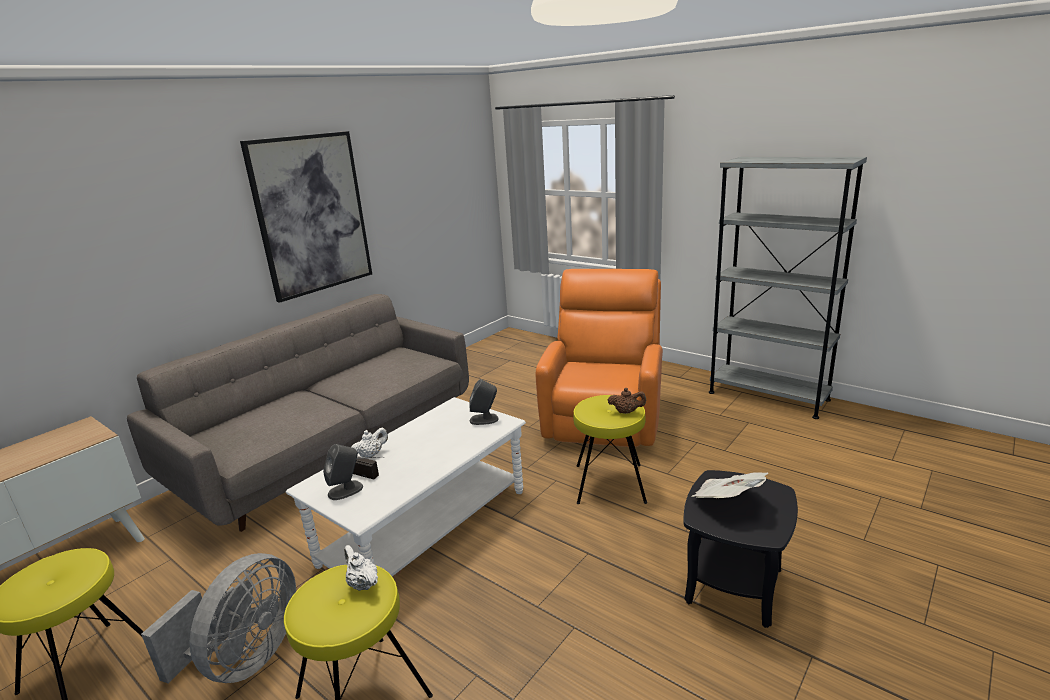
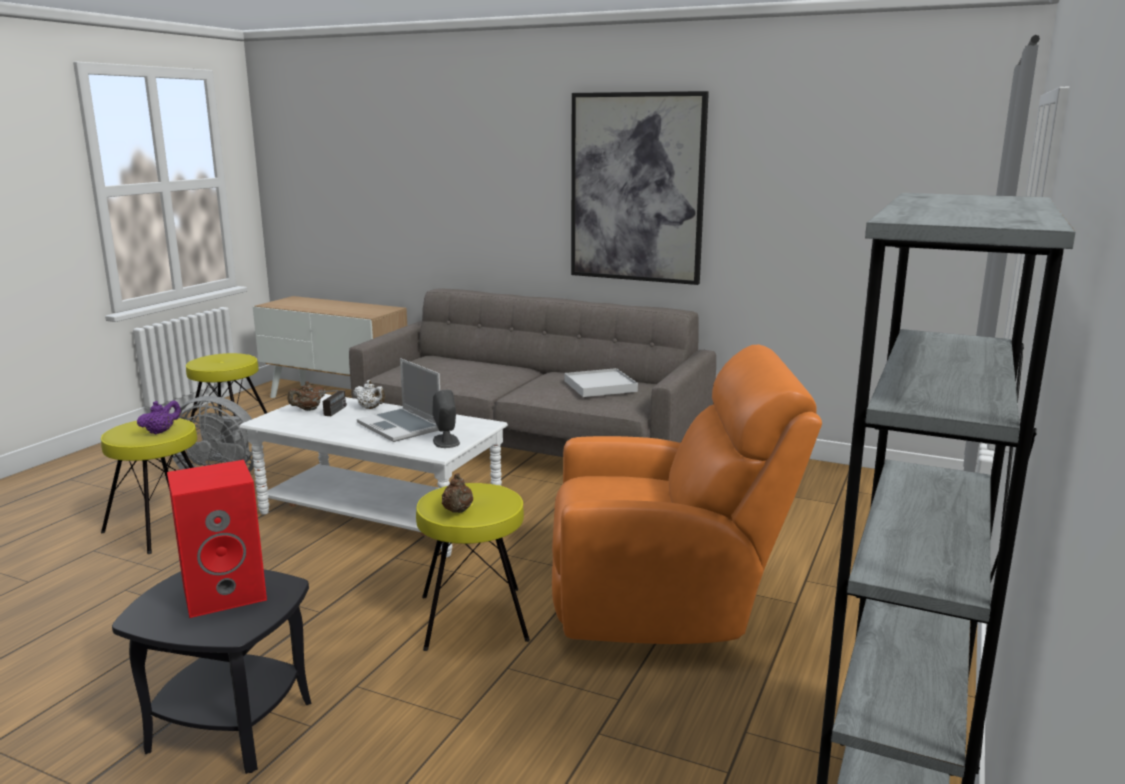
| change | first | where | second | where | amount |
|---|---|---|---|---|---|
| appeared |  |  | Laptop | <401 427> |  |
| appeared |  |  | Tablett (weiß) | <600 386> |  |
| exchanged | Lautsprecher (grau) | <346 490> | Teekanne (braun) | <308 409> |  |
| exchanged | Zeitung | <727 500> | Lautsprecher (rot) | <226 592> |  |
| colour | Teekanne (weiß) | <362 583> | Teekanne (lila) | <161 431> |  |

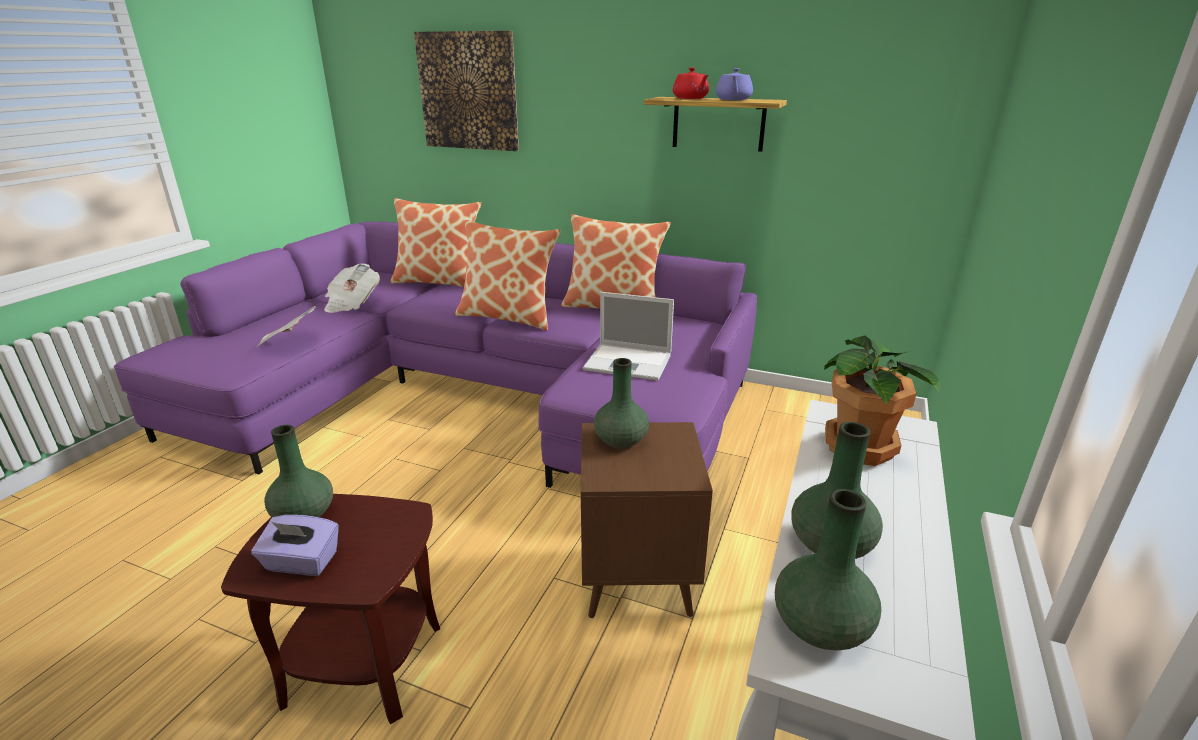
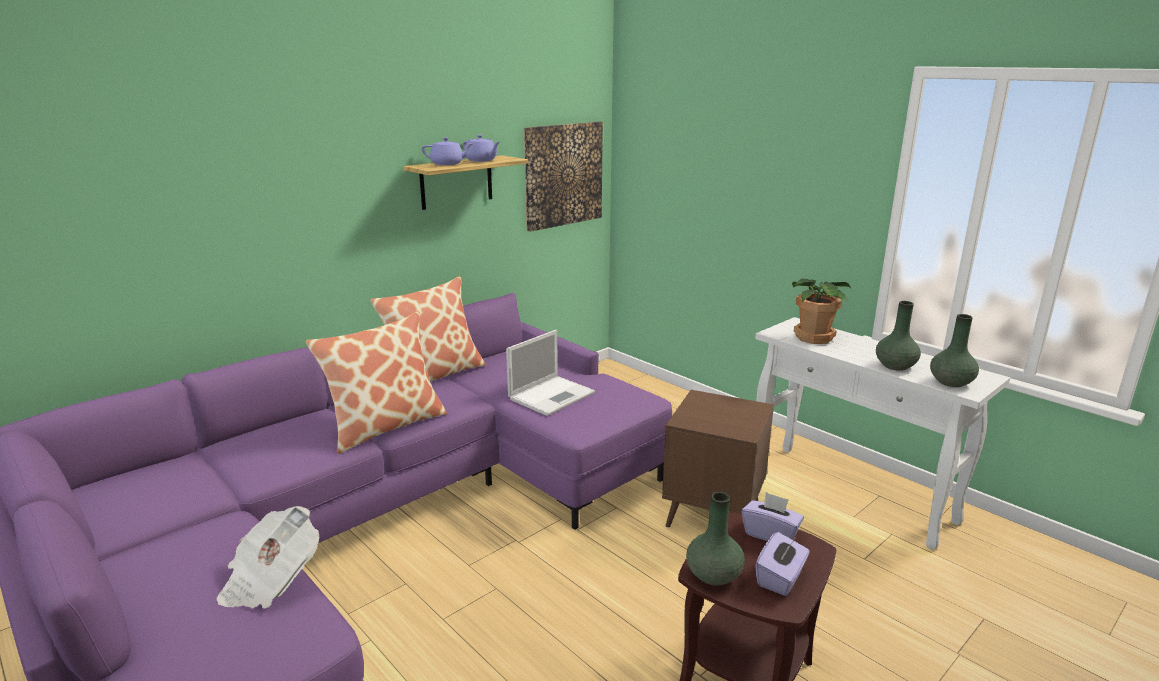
| change | first | where | second | where | amount |
|---|---|---|---|---|---|
| missing | Zeitung | <352 303> |  |  |  |
| missing | Kissen | <439 282> |  |  |  |
| missing | Vase (grün) | <621 441> |  |  |  |
| appeared |  |  | Taschentuchbox (lila) | <770 534> |  |
| relocated | Bild | <469 91> |  | <563 175> |  |
| colour | Teekanne (rot) | <690 98> | Teekanne (lila) | <448 164> |  |

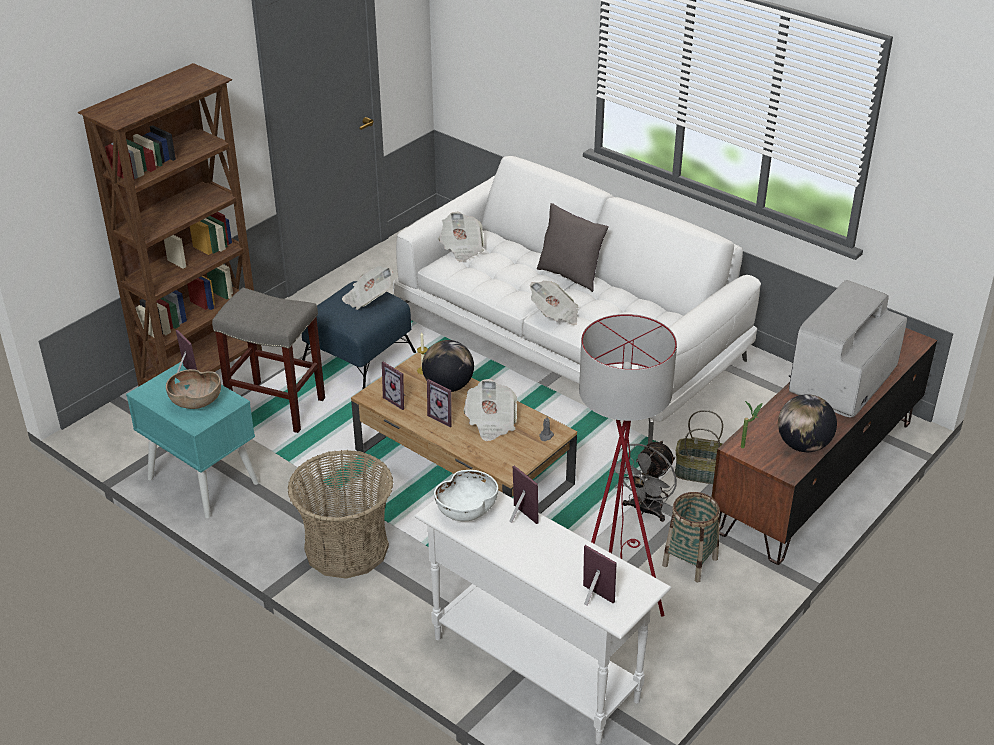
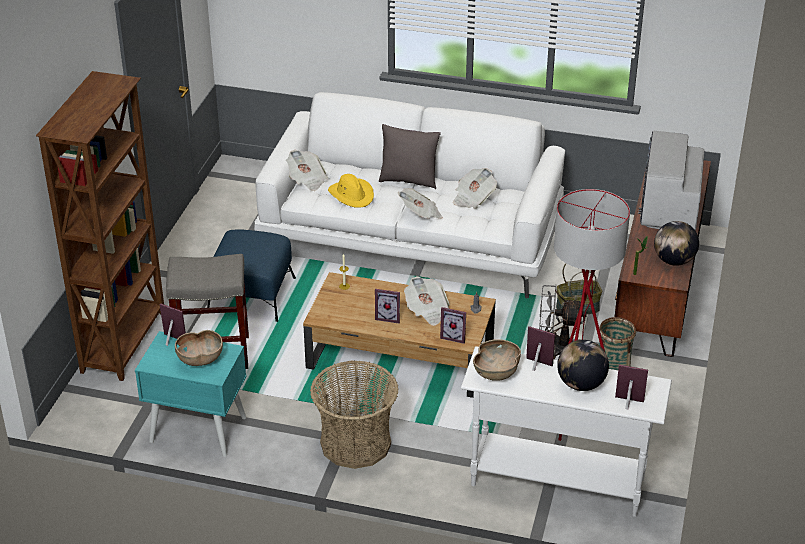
| change | first | where | second | where | amount |
|---|---|---|---|---|---|
| appeared |  |  | Hut (gelb) | <351 195> |  |
| relocated | Zeitung | <368 299> |  | <473 198> |  |
| relocated | Bilderrahmen | <399 400> |  | <454 336> |  |
| relocated | Globus | <448 386> |  | <581 384> |  |
| colour | Schüssel (weiß) | <467 510> | Schüssel (braun) | <496 372> |  |
| spun | Ventilator (grau) | <644 510> |  | <556 347> | 90 degrees clockwise |

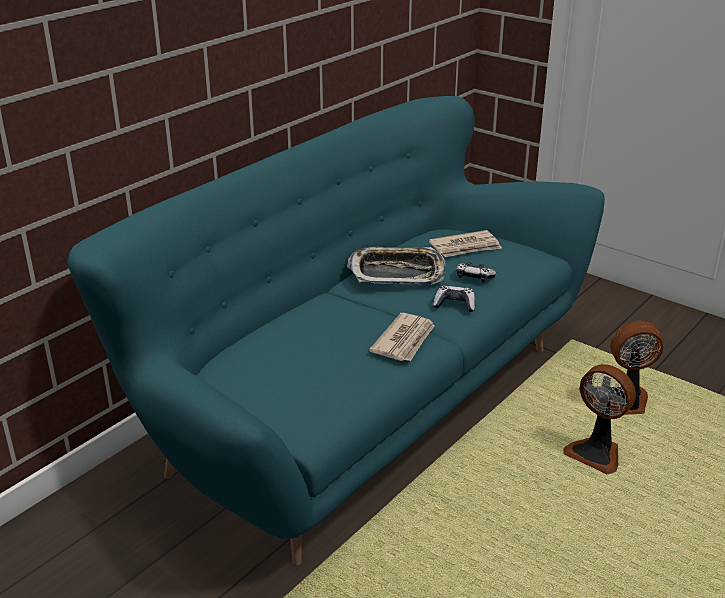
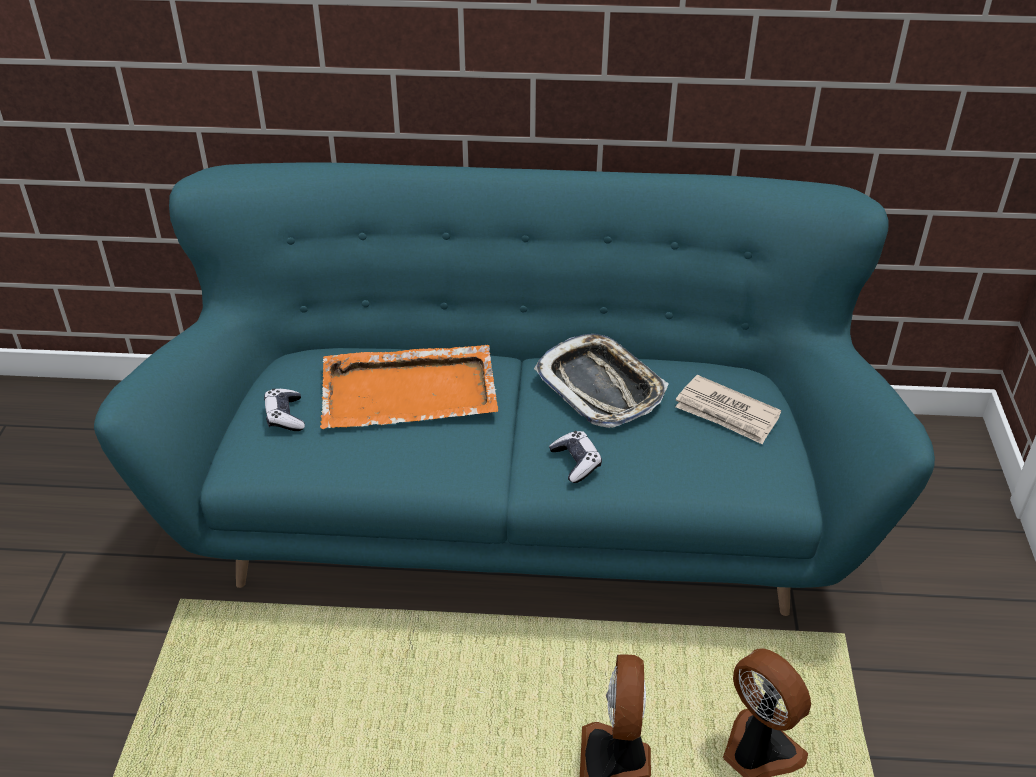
| change | first | where | second | where | amount |
|---|---|---|---|---|---|
| missing | Zeitung | <405 340> |  |  |  |
| appeared |  |  | Tablett (orange) | <410 391> |  |
| relocated | Gamepad | <474 278> |  | <285 416> |  |

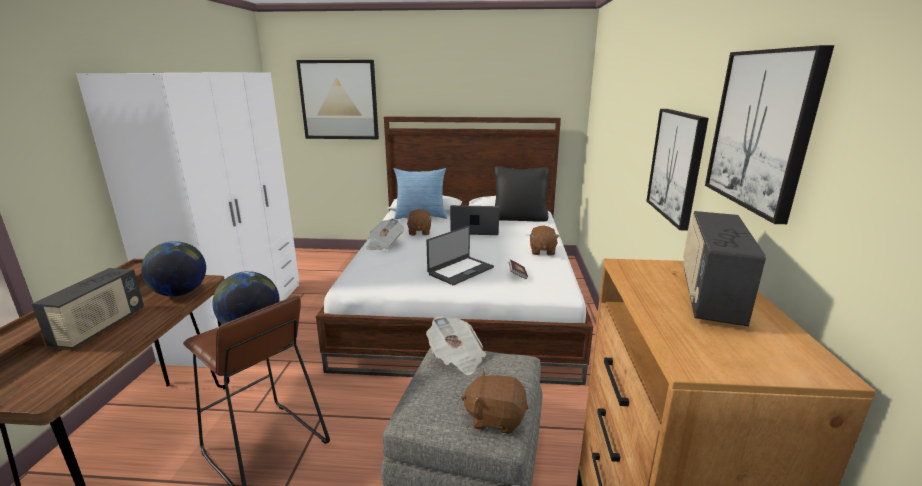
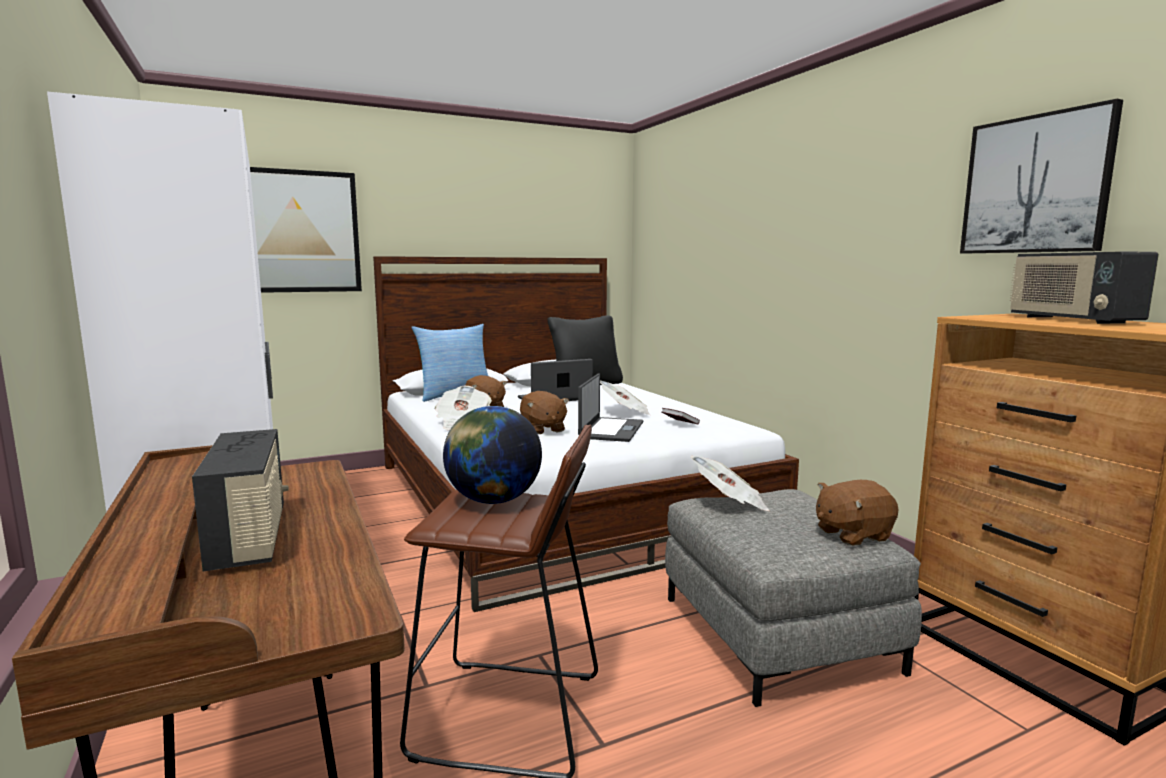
| change | first | where | second | where | amount |
|---|---|---|---|---|---|
| missing | Globus | <180 293> |  |  |  |
| missing | Bild | <676 165> |  |  |  |
| appeared |  |  | Zeitung | <625 412> |  |
| relocated | Plüschtier (braun) | <542 251> |  | <542 429> |  |

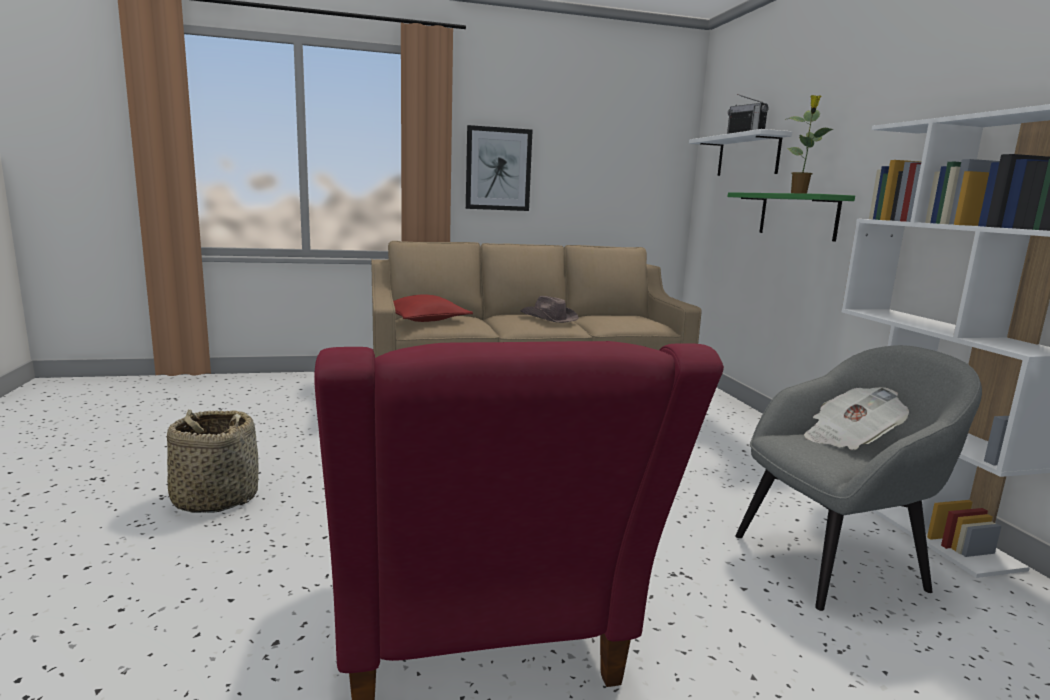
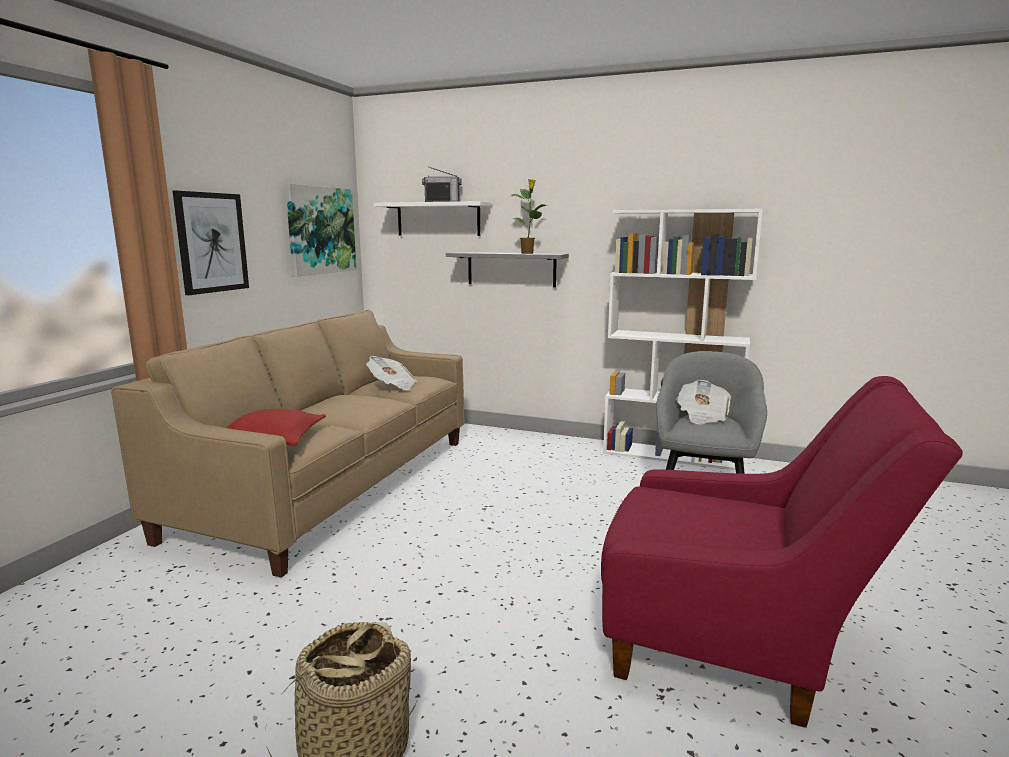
| change | first | where | second | where | amount |
|---|---|---|---|---|---|
| missing | Hut (braun) | <549 318> |  |  |  |
| appeared |  |  | Bild | <321 230> |  |
| appeared |  |  | Zeitung | <392 386> |  |
| colour | Wandregal (grün) | <797 215> | Wandregal (grau) | <511 269> |  |

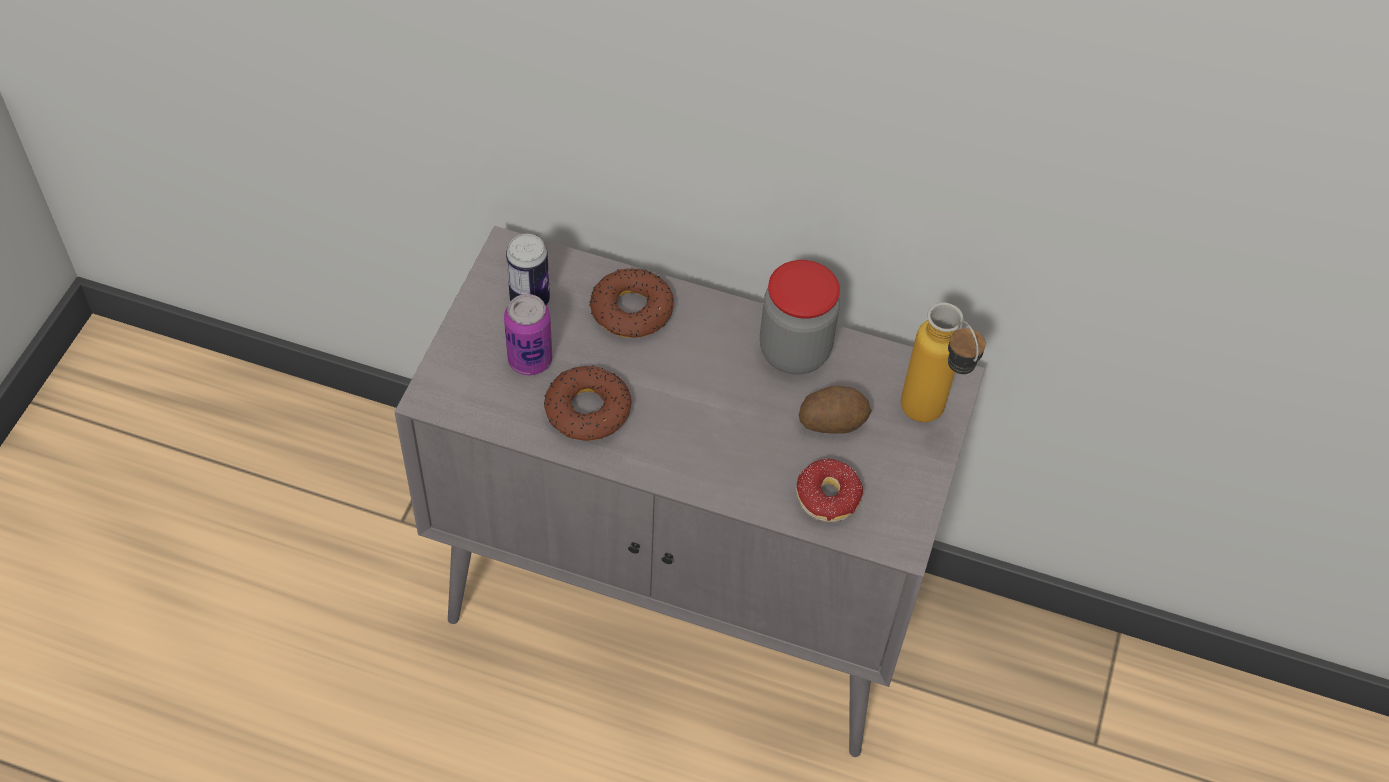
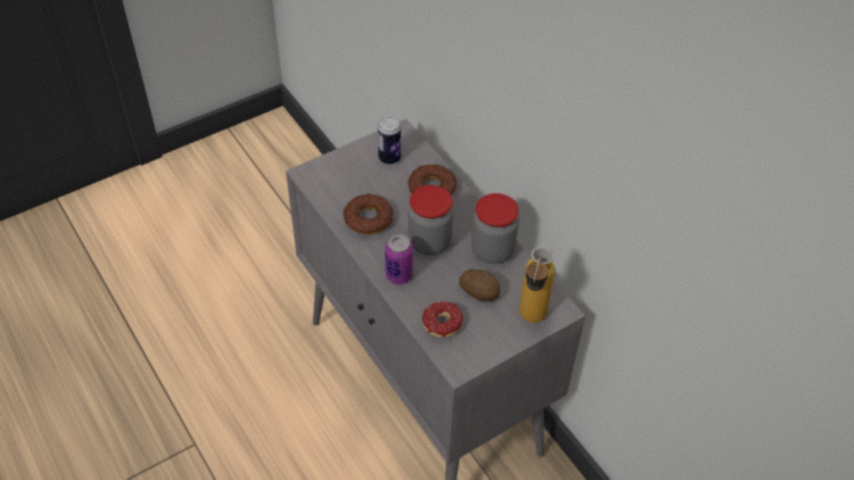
| change | first | where | second | where | amount |
|---|---|---|---|---|---|
| appeared |  |  | Vorratsglas | <429 242> |  |
| relocated | Dose | <530 360> |  | <399 275> |  |

